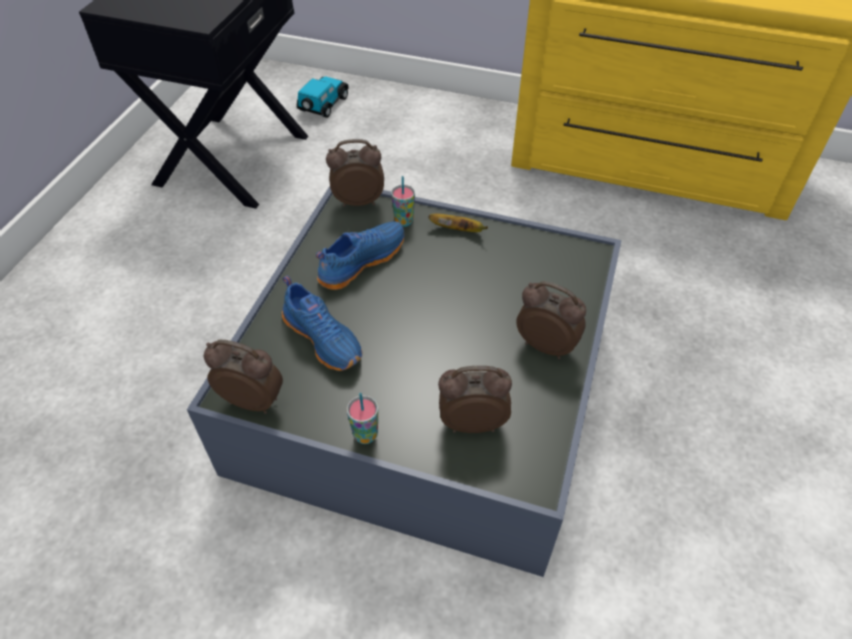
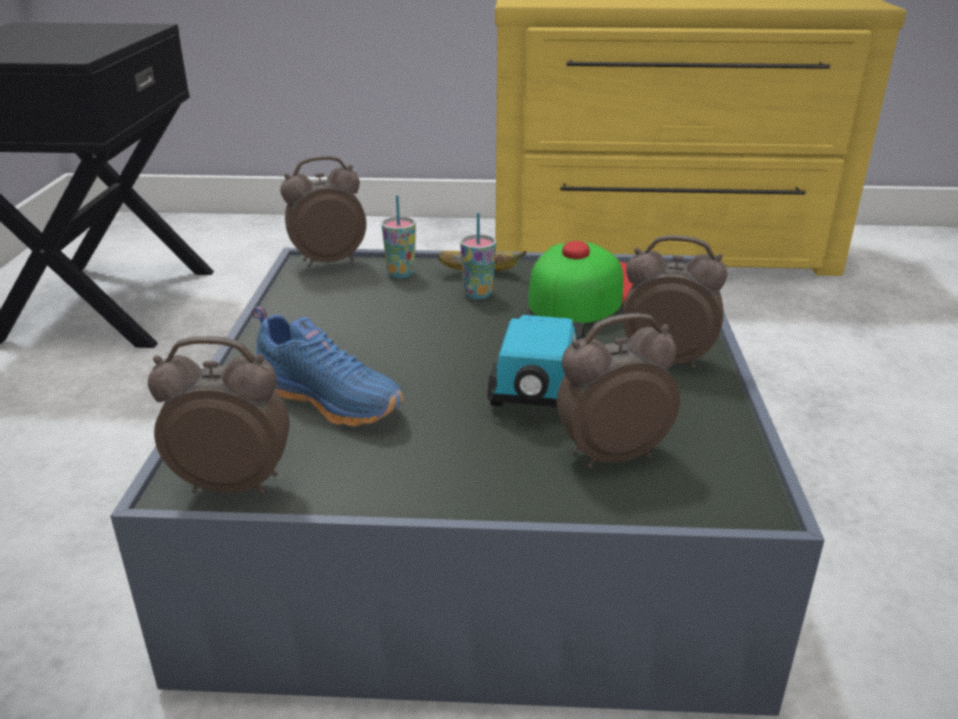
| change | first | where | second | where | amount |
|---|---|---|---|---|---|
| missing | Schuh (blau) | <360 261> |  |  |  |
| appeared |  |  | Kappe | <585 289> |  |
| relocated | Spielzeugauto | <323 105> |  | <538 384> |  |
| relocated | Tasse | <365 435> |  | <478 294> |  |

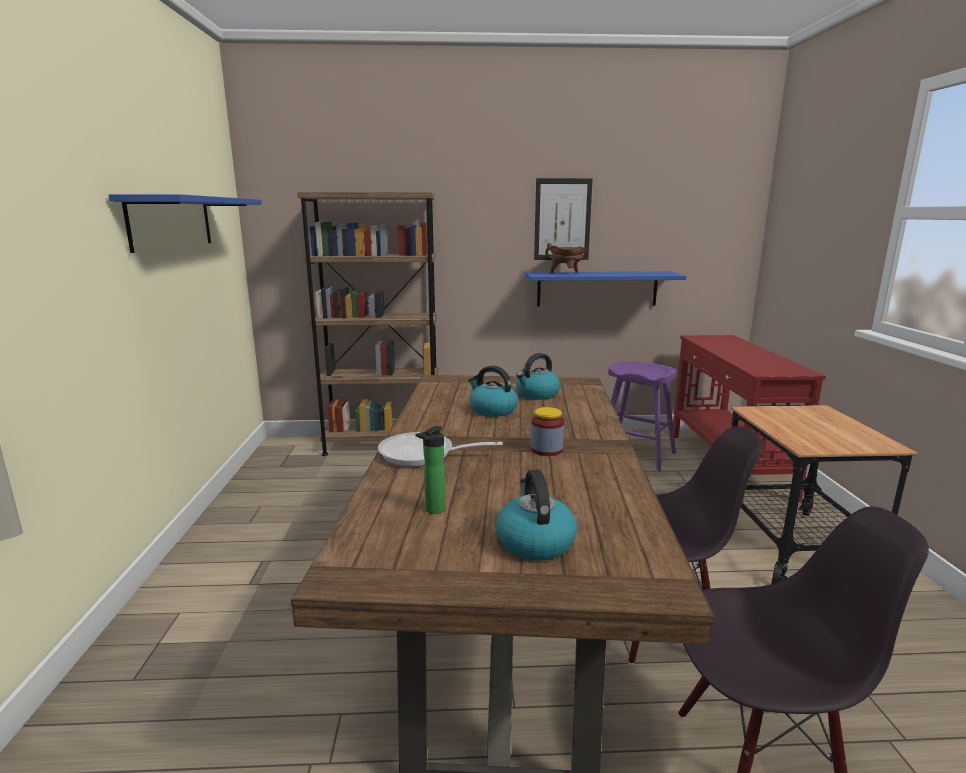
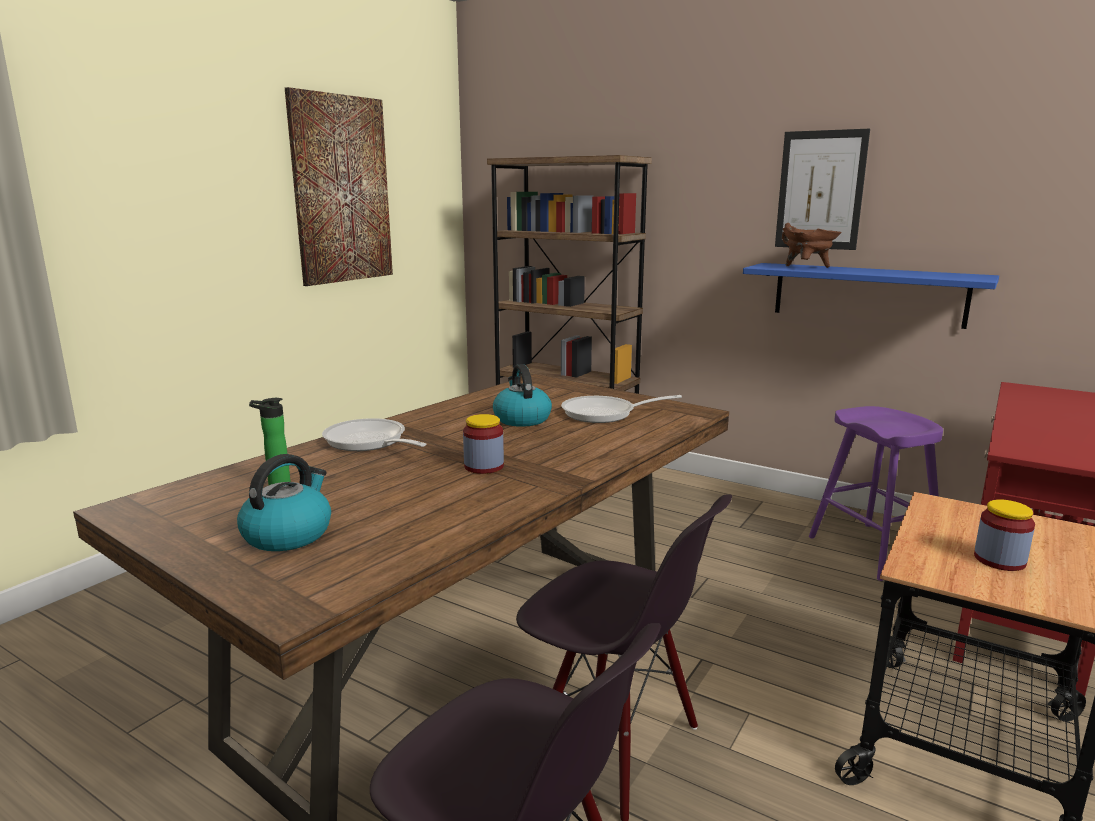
| change | first | where | second | where | amount |
|---|---|---|---|---|---|
| appeared |  |  | Vorratsglas | <999 560> |  |
| exchanged | Wandregal (blau) | <171 222> | Bild | <341 190> |  |
| exchanged | Wasserkessel | <537 394> | Pfanne | <605 414> |  |

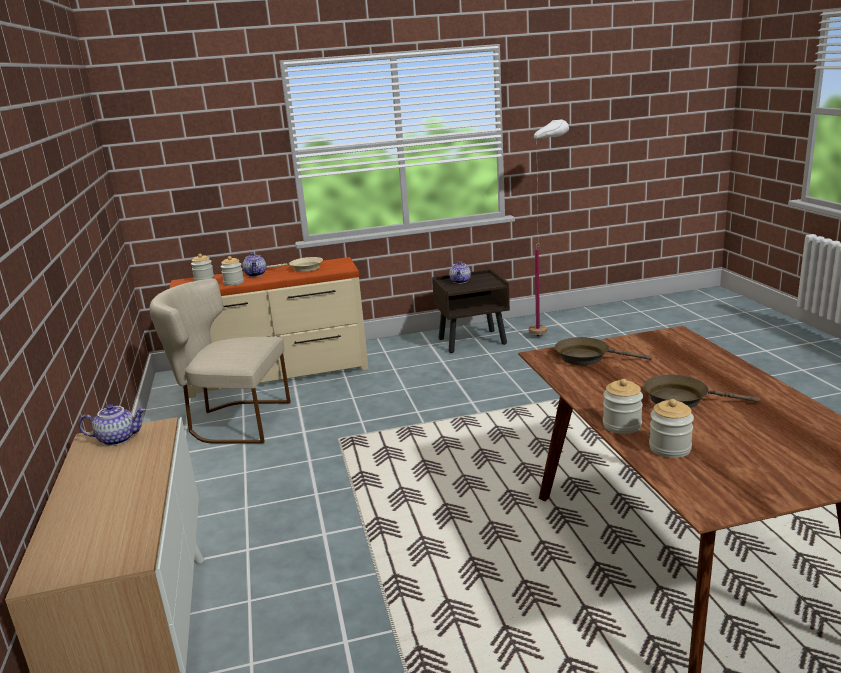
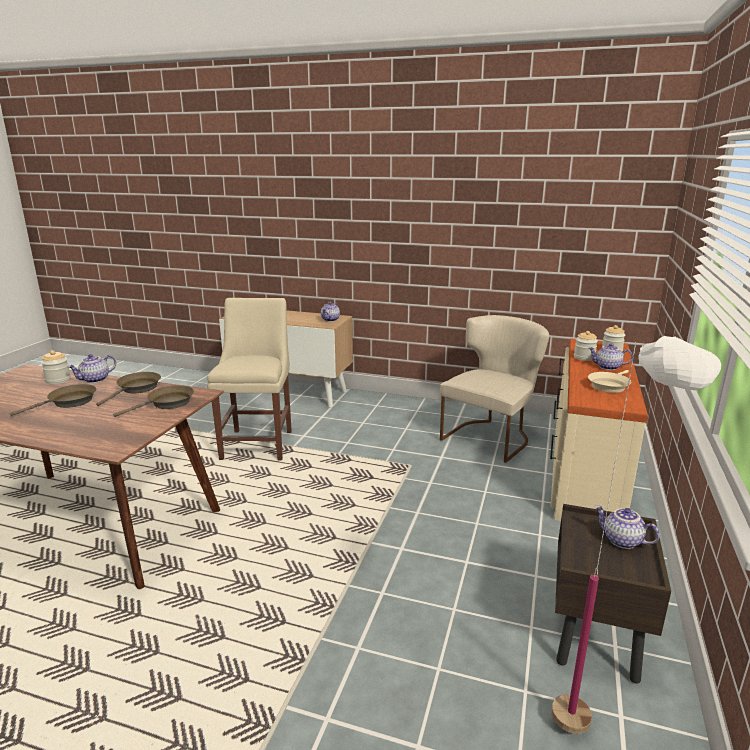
| change | first | where | second | where | amount |
|---|---|---|---|---|---|
| appeared |  |  | Pfanne (braun) | <137 389> |  |
| appeared |  |  | Stuhl (beige) | <258 443> |  |
| exchanged | Vorratsglas | <622 425> | Teekanne | <95 380> |  |

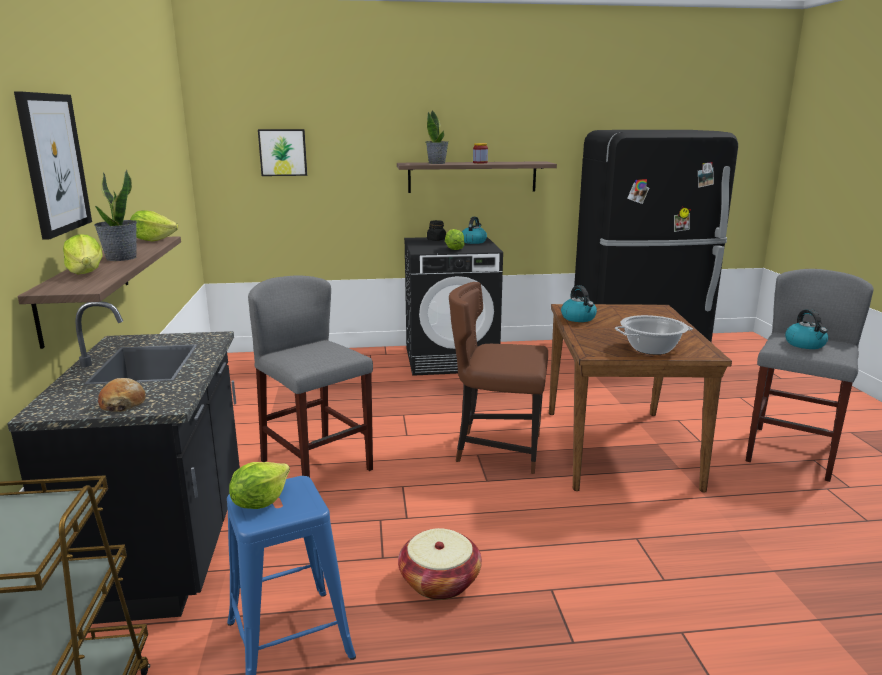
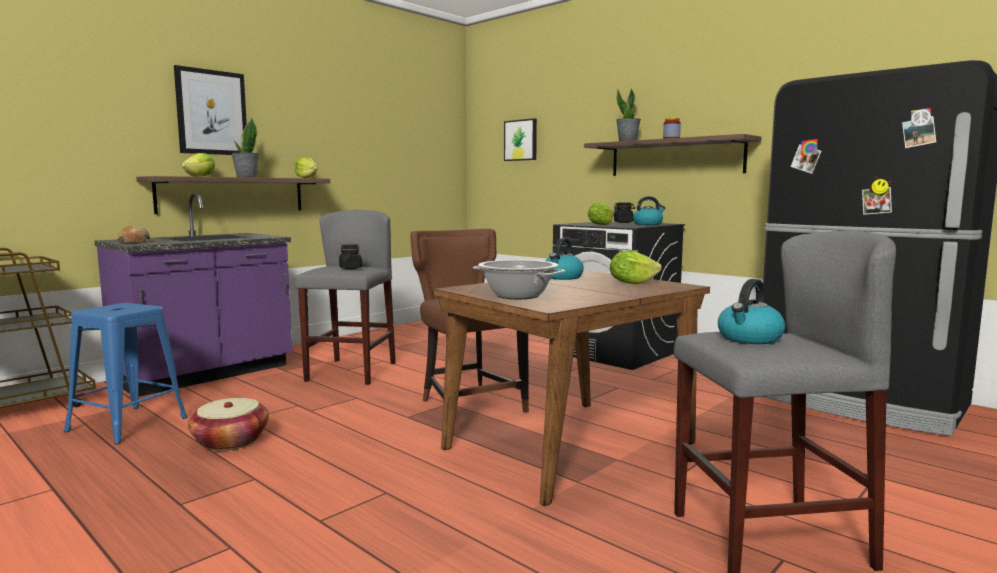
| change | first | where | second | where | amount |
|---|---|---|---|---|---|
| appeared |  |  | Vorratsglas (schwarz) | <350 268> |  |
| relocated | Salatkopf | <260 502> |  | <632 283> |  |
| colour | Küchenzeile (schwarz) | <167 547> | Küchenzeile (lila) | <205 374> |  |

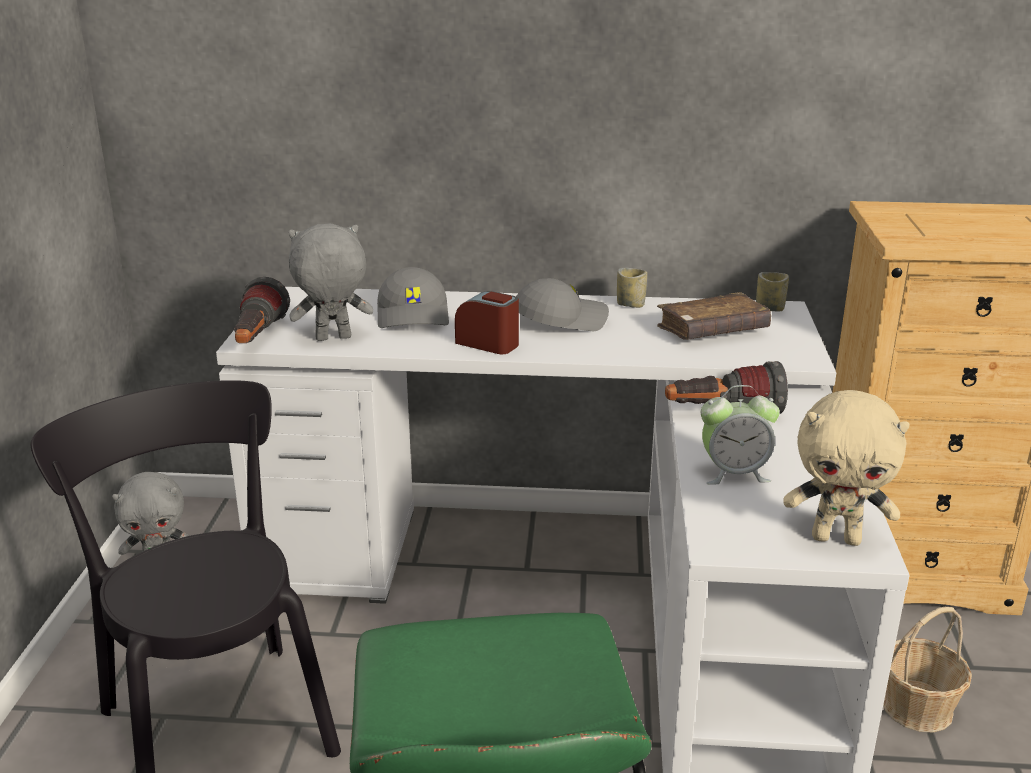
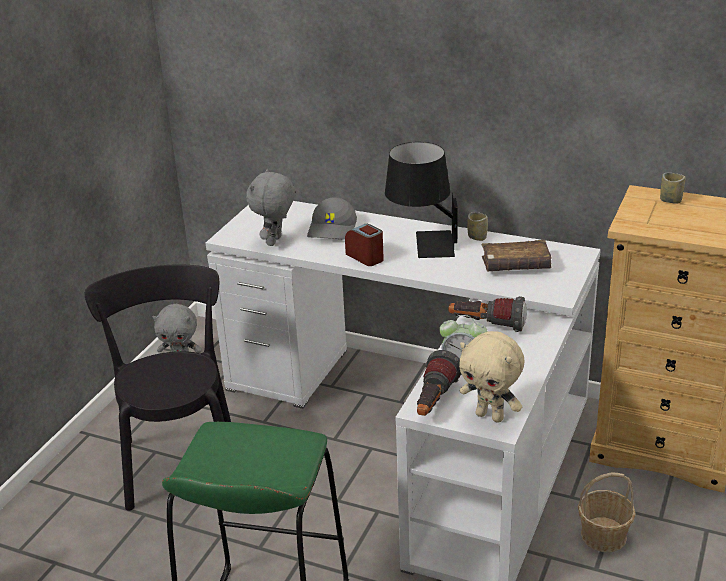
| change | first | where | second | where | amount |
|---|---|---|---|---|---|
| relocated | Taschenlampe | <257 340> |  | <434 402> |  |
| relocated | Tasse | <769 309> |  | <670 200> |  |
| exchanged | Kappe (grau) | <560 320> | Tischlampe (schwarz) | <422 244> |  |
| spun | Plüschtier (grau) | <333 339> |  | <275 241> | 75 degrees counterclockwise |

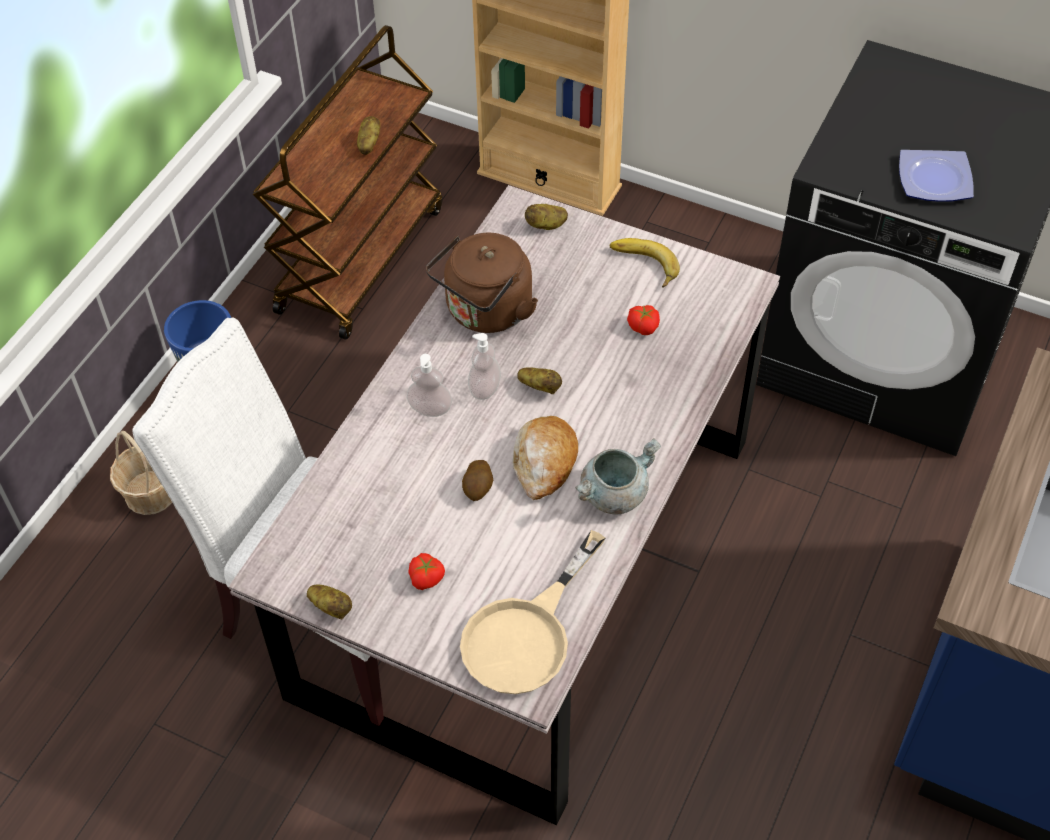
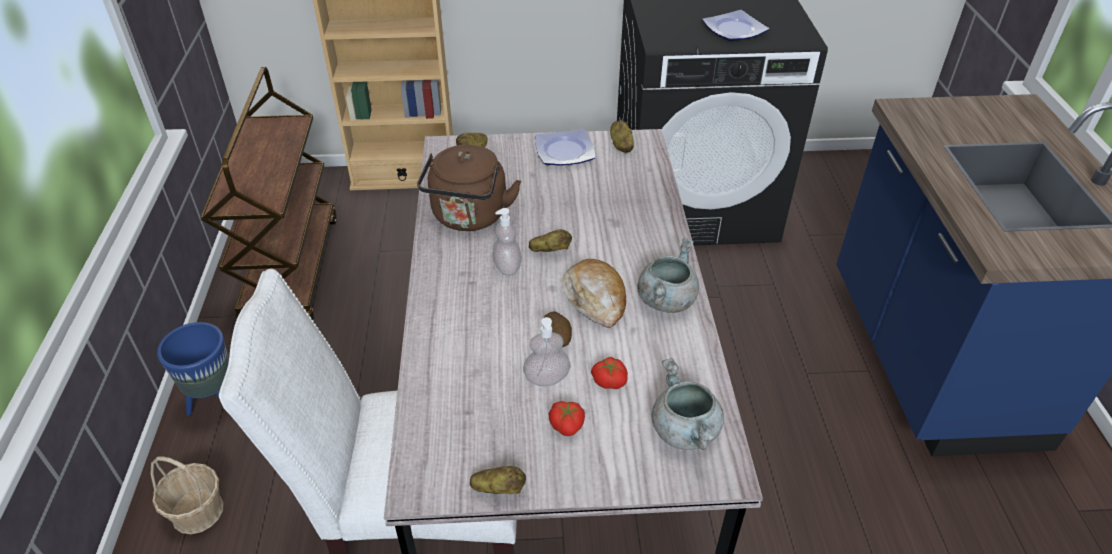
| change | first | where | second | where | amount |
|---|---|---|---|---|---|
| relocated | Kartoffel | <368 143> |  | <621 145> |  |
| relocated | Seifenspender | <430 408> |  | <547 378> |  |
| relocated | Tomate | <644 326> |  | <609 380> |  |
| exchanged | Pfanne (beige) | <526 634> | Kochtopf (grau) | <685 431> |  |
| exchanged | Banane | <642 266> | Teller | <563 152> |  |

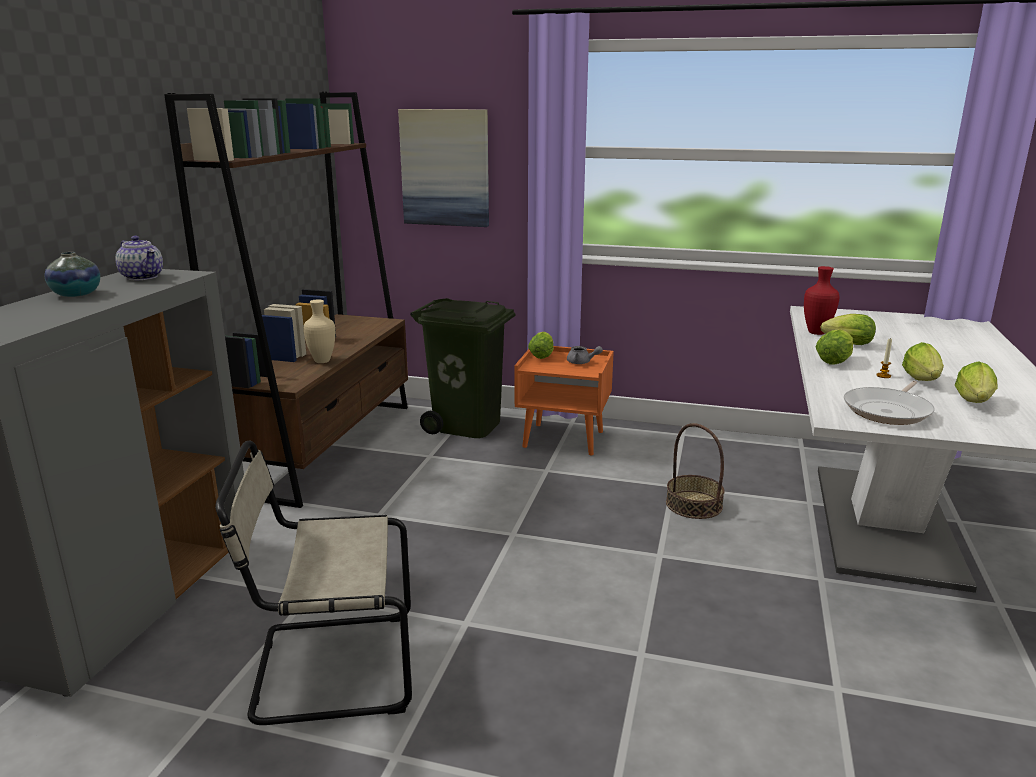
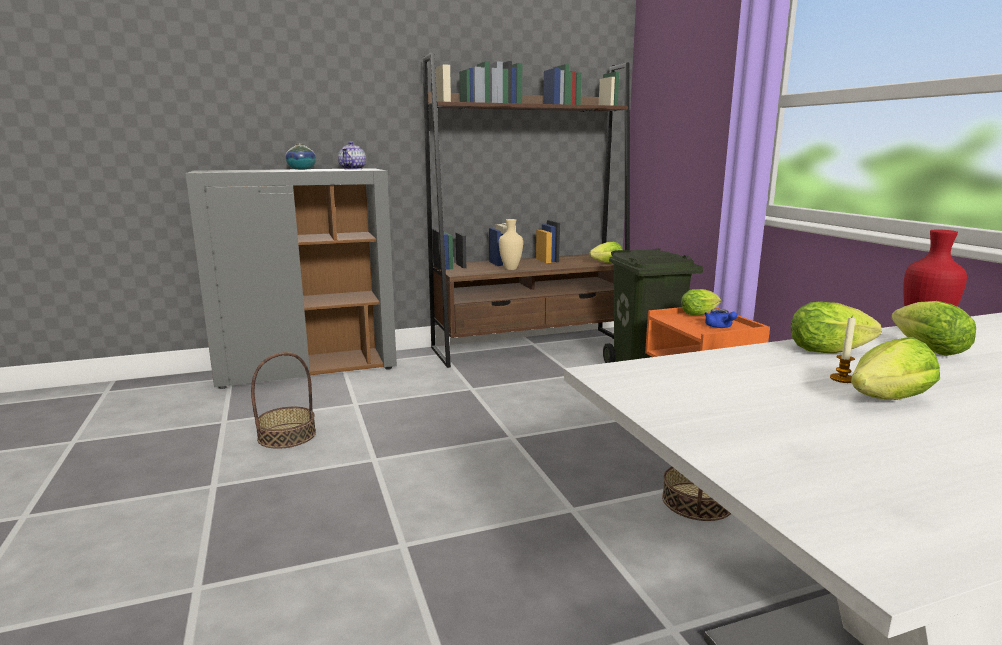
| change | first | where | second | where | amount |
|---|---|---|---|---|---|
| missing | Bild | <445 168> |  |  |  |
| missing | Pfanne | <889 410> |  |  |  |
| relocated | Salatkopf | <974 403> |  | <605 263> |  |
| exchanged | Stuhl (beige) | <328 668> | Korb | <287 435> |  |
| colour | Teekanne (grau) | <582 362> | Teekanne (blau) | <719 327> |  |

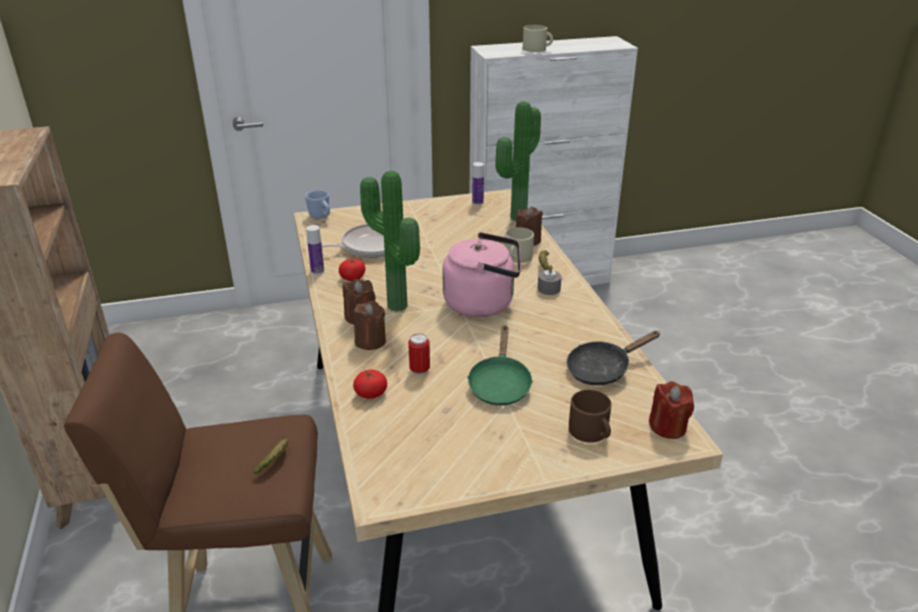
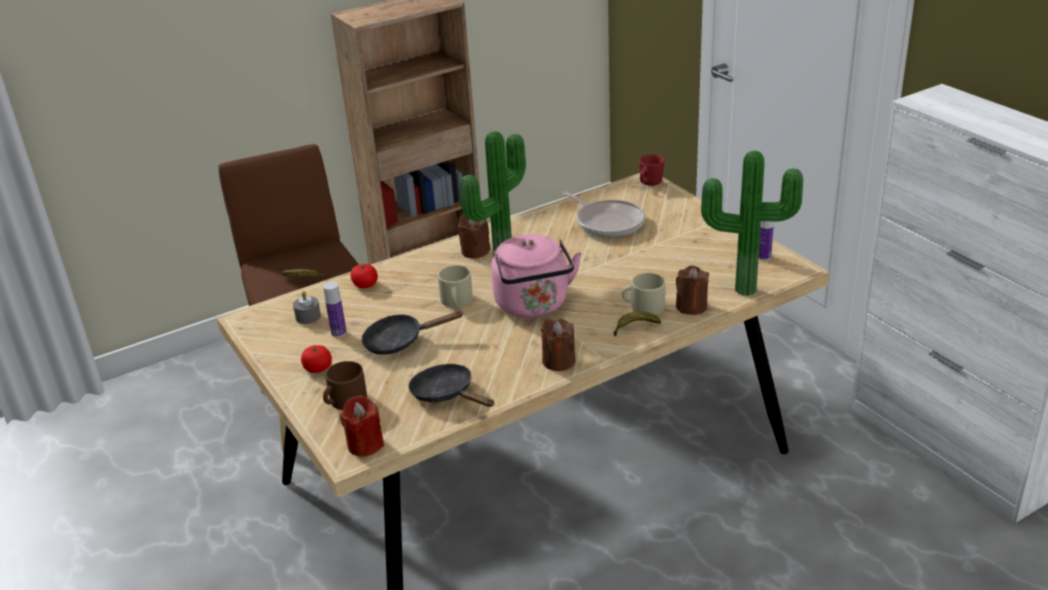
| change | first | where | second | where | amount |
|---|---|---|---|---|---|
| missing | Dose | <419 370> |  |  |  |
| relocated | Flasche | <317 271> |  | <338 332> |  |
| relocated | Tomate | <352 277> |  | <318 368> |  |
| relocated | Kerze (braun) | <370 341> |  | <558 361> |  |
| relocated | Henkelbecher (beige) | <537 49> |  | <456 301> |  |
| relocated | Kerze (grau) | <548 289> |  | <308 316> |  |
| colour | Henkelbecher (blau) | <321 217> | Henkelbecher (rot) | <649 184> |  |
| colour | Pfanne (grün) | <499 384> | Pfanne (schwarz) | <400 341> |  |

